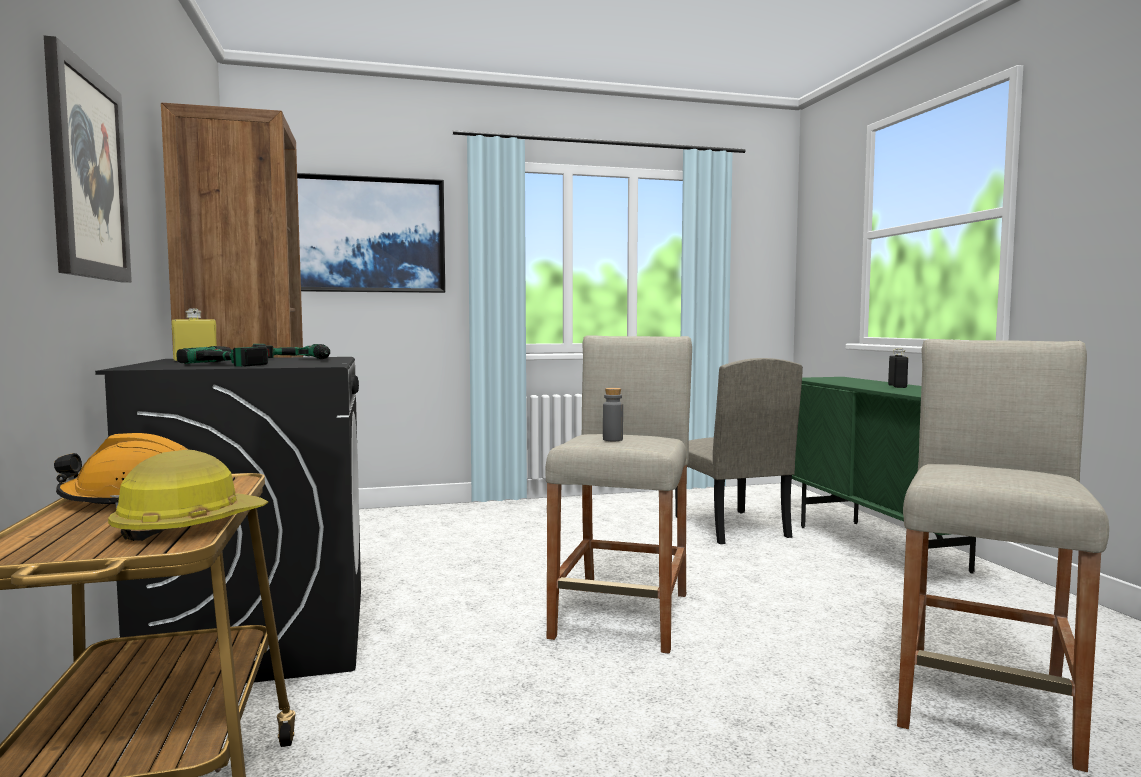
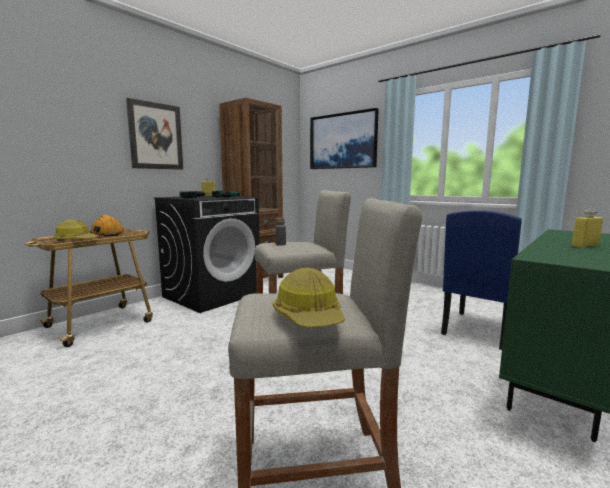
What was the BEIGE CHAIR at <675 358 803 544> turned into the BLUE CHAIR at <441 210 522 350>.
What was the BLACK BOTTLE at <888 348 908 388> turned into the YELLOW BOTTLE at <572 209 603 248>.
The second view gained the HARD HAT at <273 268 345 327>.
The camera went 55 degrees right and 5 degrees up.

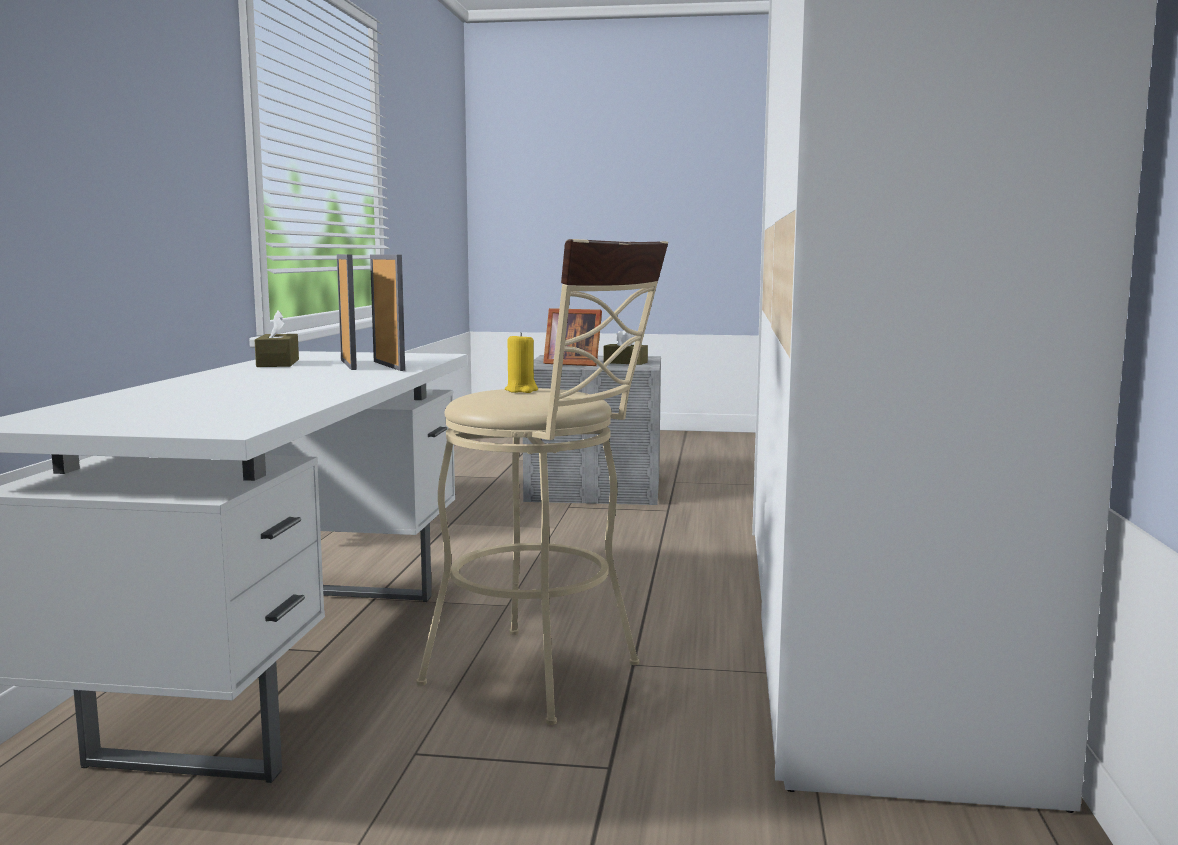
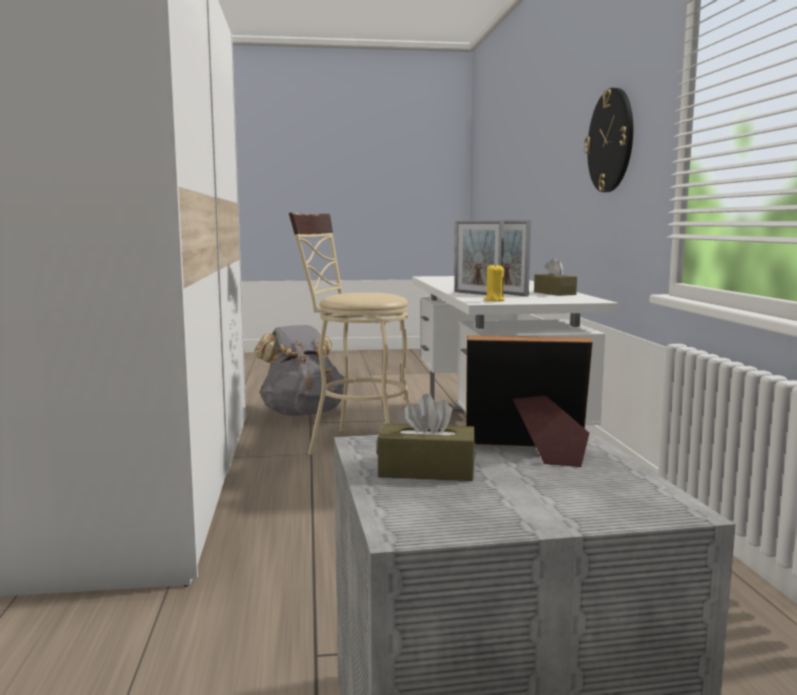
The YELLOW CANDLE ended up elsewhere, having gone from <505 332 538 393> to <484 263 505 302>.
The second view gained the GREY BACKPACK at <254 325 345 416>.
The second view gained the WALL CLOCK at <584 88 633 192>.
The camera went 165 degrees right and 0 degrees up.

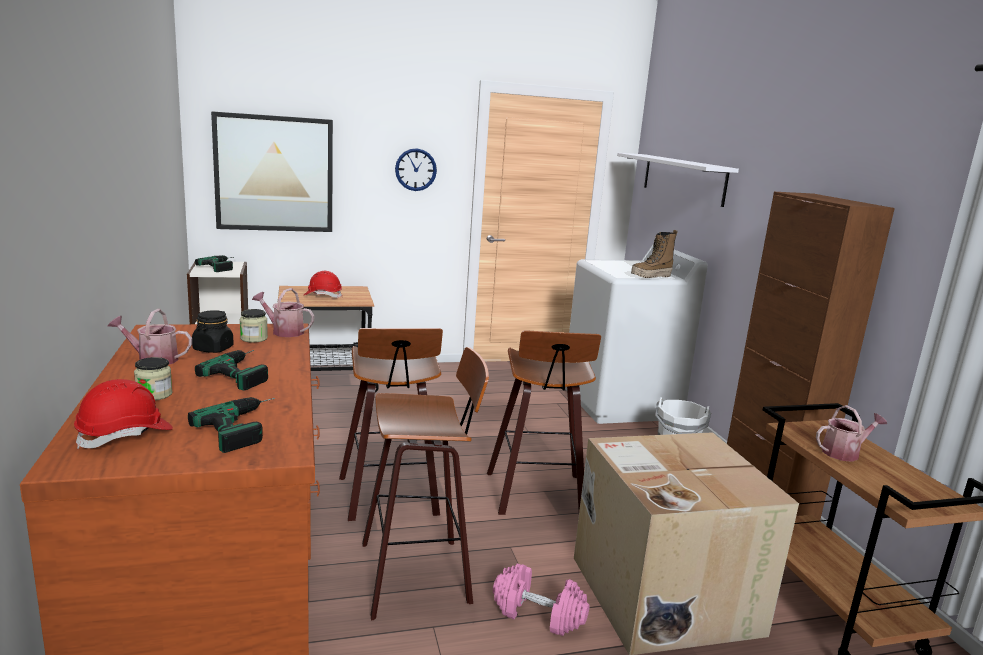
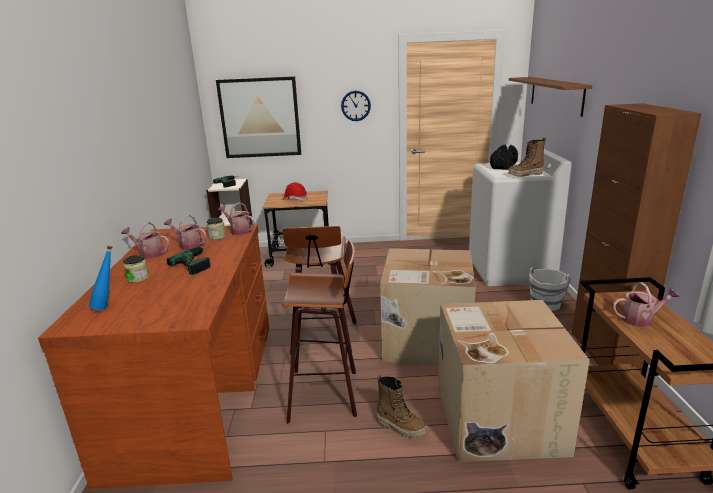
Where the RED HARD HAT stood at <74 379 173 449>, the BLUE BOTTLE came to stand at <89 246 112 310>.
The second view lost the POWER DRILL at <188 397 275 453>.
Where the BLACK JAR stood at <192 310 234 353>, the WATERING CAN came to stand at <164 215 206 250>.
Where the STOOL stood at <487 330 601 515>, the CARDBOARD BOX came to stand at <380 248 476 365>.
Where the PINK DUMBBELL stood at <493 564 590 636>, the BOOT came to stand at <376 374 427 439>.
What was the WHITE SHELF at <617 153 739 207> turned into the BROWN SHELF at <509 77 592 117>.
The second view gained the BLACK DUMBBELL at <490 145 518 170>.
The camera went 15 degrees right and 5 degrees up.

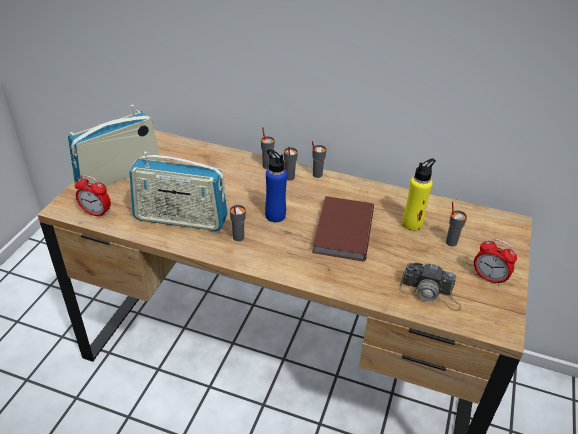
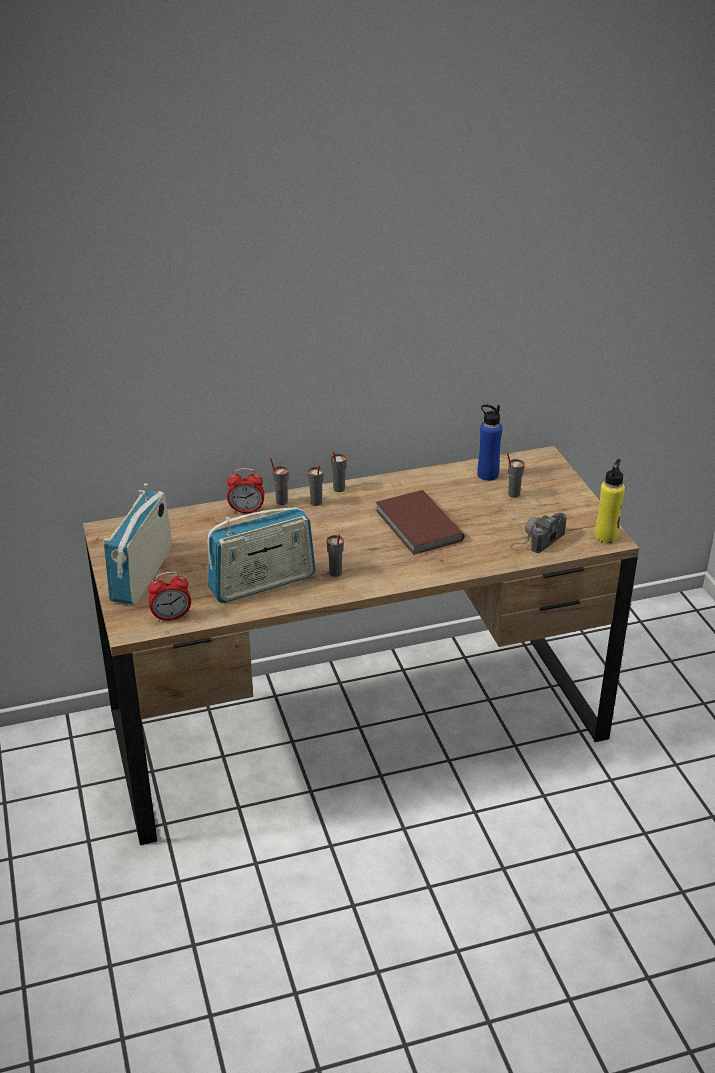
The BLUE BOTTLE ended up elsewhere, having gone from <265 149 287 222> to <477 405 502 481>.
The PHOTO CAMERA at <399 263 461 311> ended up facing another way, 150 degrees clockwise from before.
The YELLOW BOTTLE ended up elsewhere, having gone from <402 158 436 231> to <595 459 625 543>.
The ALARM CLOCK ended up elsewhere, having gone from <474 239 517 286> to <227 468 264 513>.
The camera went 35 degrees left and 5 degrees down.

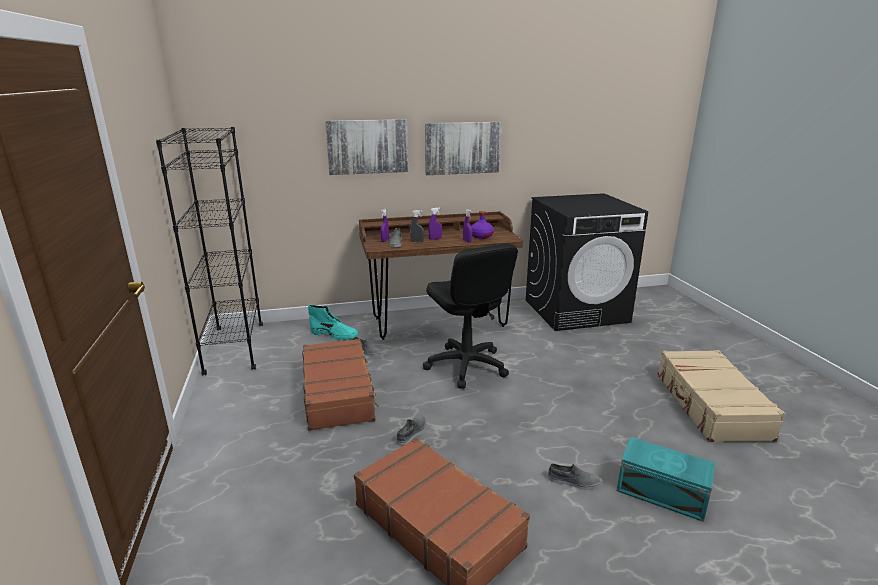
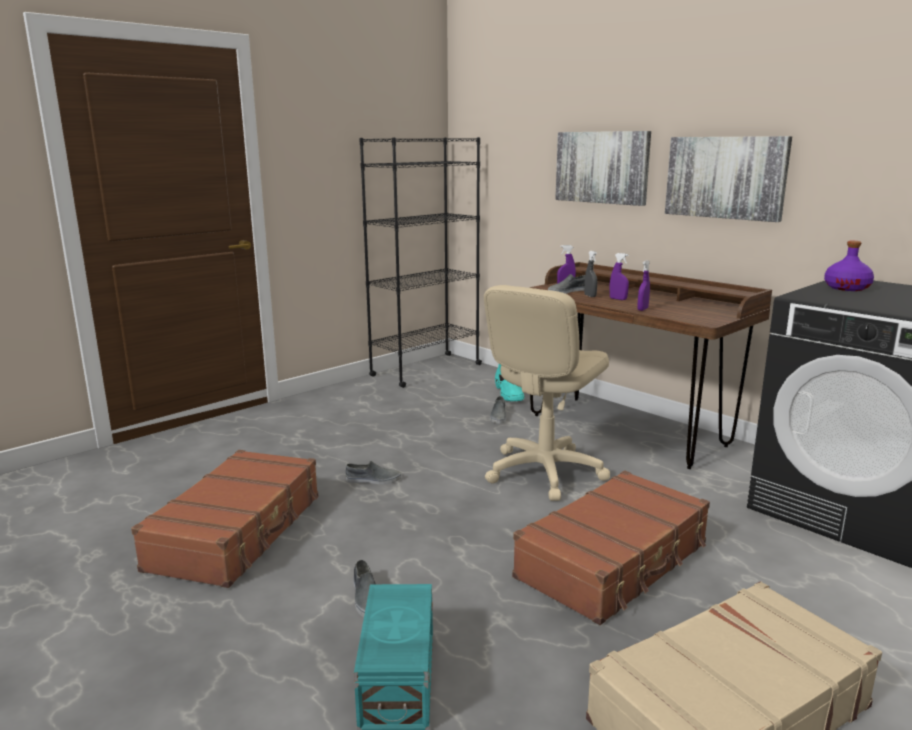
The BROWN SUITCASE ended up elsewhere, having gone from <302 339 379 431> to <512 471 710 625>.
What was the BLACK OFFICE CHAIR at <423 243 518 389> turned into the BEIGE OFFICE CHAIR at <484 285 610 501>.
The PURPLE BOTTLE ended up elsewhere, having gone from <471 211 494 239> to <824 241 874 291>.
The camera went 60 degrees right and 5 degrees down.

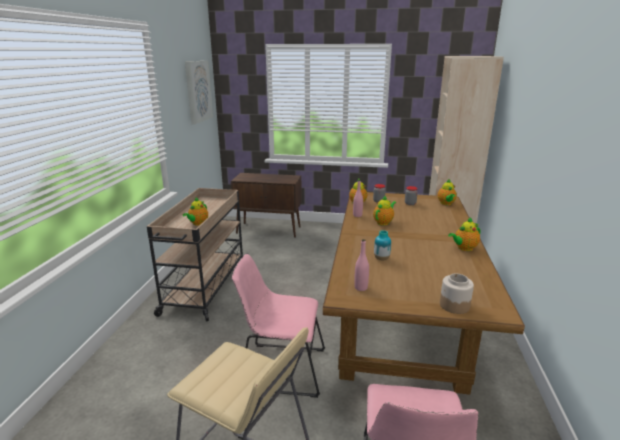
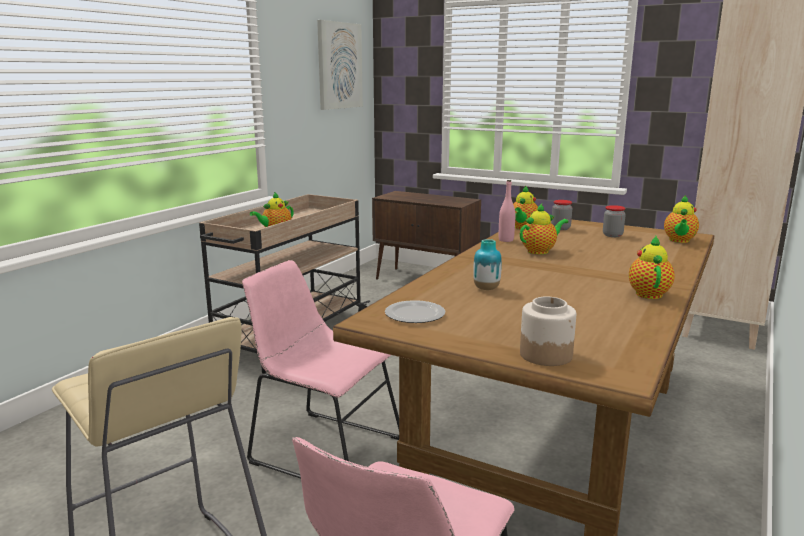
Where the PINK BOTTLE stood at <354 239 369 291>, the PLATE came to stand at <385 300 445 323>.
The TEAPOT at <448 218 481 251> ended up facing another way, 105 degrees clockwise from before.
The camera went 20 degrees right and 5 degrees down.

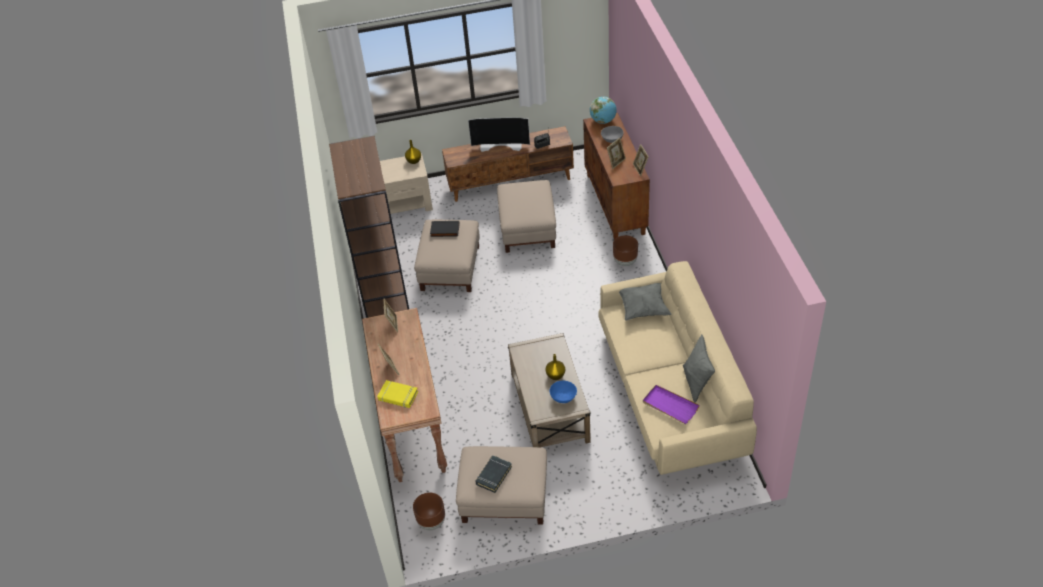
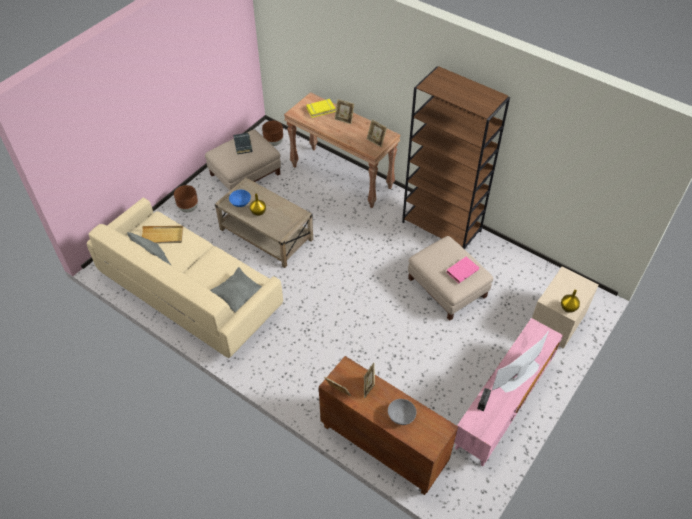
What was the BLACK BOOK at <430 221 460 237> turned into the PINK BOOK at <446 256 479 283>.
What was the BROWN TV STAND at <442 126 574 202> turned into the PINK TV STAND at <454 318 563 466>.
The second view lost the BEIGE OTTOMAN at <497 180 556 253>.
The second view lost the GLOBE at <590 97 617 124>.
The BROWN PLANTER ended up elsewhere, having gone from <613 235 638 266> to <174 185 198 212>.
What was the PURPLE TRAY at <643 385 700 424> turned into the BEIGE TRAY at <142 226 183 243>.
The camera went 135 degrees right and 5 degrees up.

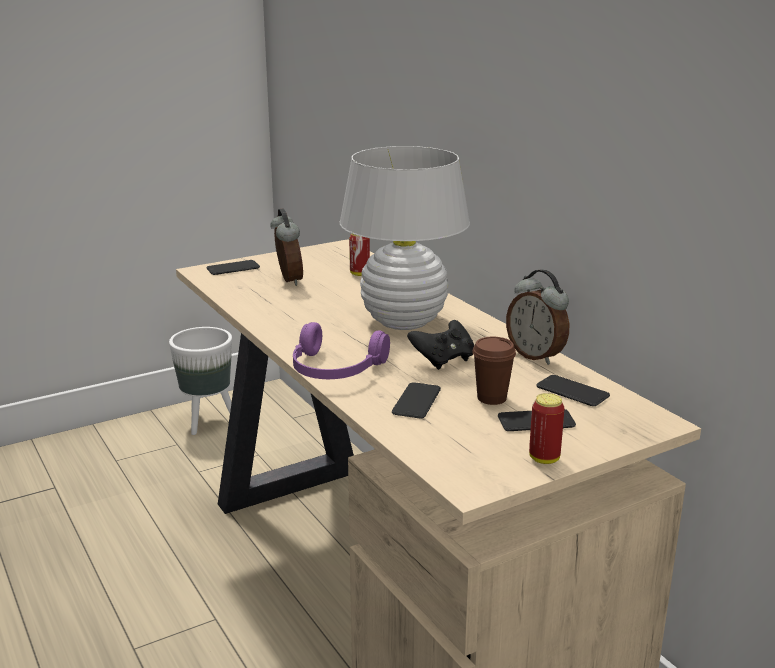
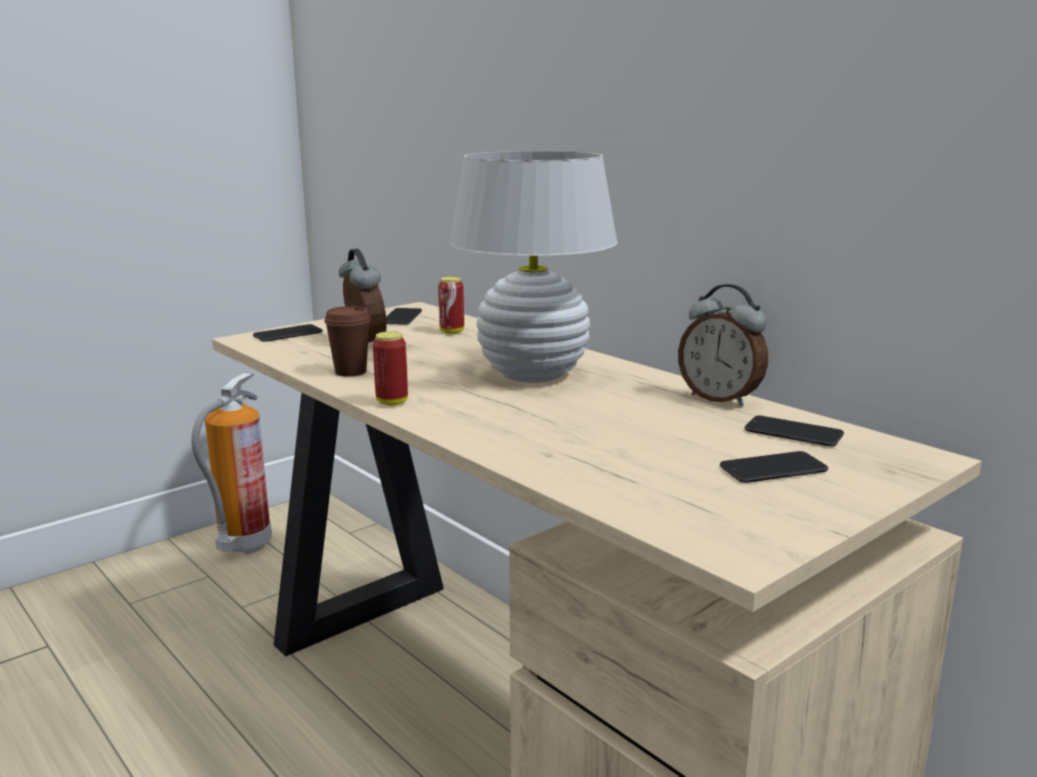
Where the WHITE PLANTER stood at <169 327 232 435>, the FIRE EXTINGUISHER came to stand at <191 372 272 554>.
The second view lost the PURPLE HEADPHONES at <293 322 390 379>.
The PHONE ended up elsewhere, having gone from <392 382 441 418> to <386 308 422 325>.
The second view lost the BLACK GAME CONTROLLER at <407 320 474 370>.
The BROWN CUP ended up elsewhere, having gone from <472 337 516 405> to <324 306 371 377>.
The CAN ended up elsewhere, having gone from <529 393 565 464> to <373 331 408 405>.
The camera went 10 degrees left and 5 degrees down.

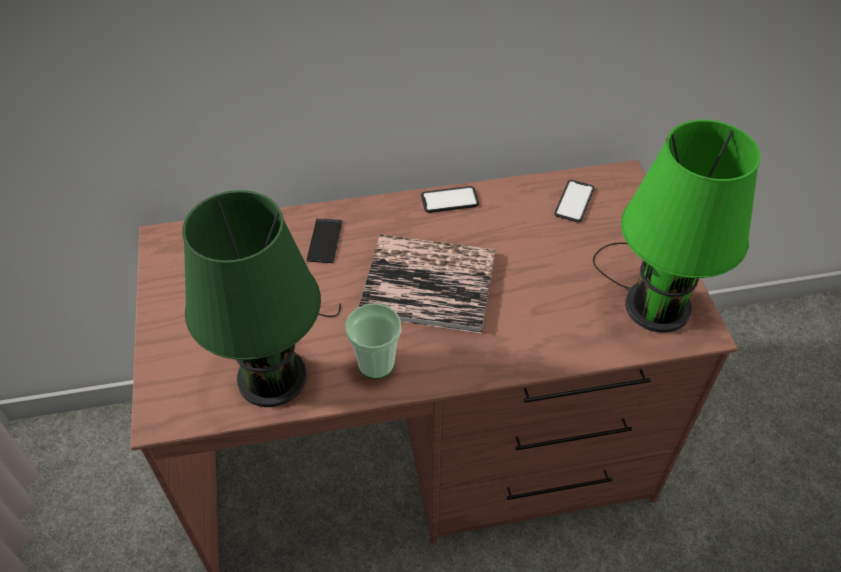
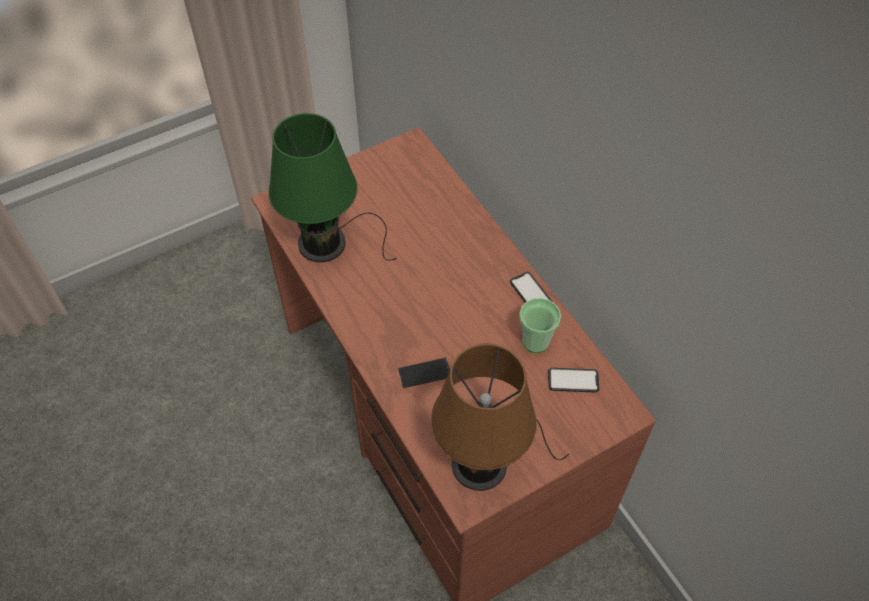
The PHONE ended up elsewhere, having gone from <306 218 343 263> to <398 358 450 388>.
The CUP ended up elsewhere, having gone from <345 303 401 379> to <519 298 561 353>.
The second view lost the BOOK at <359 234 495 334>.
What was the GREEN TABLE LAMP at <593 120 761 333> turned into the BROWN TABLE LAMP at <431 343 569 491>.
The camera went 70 degrees right and 5 degrees up.

